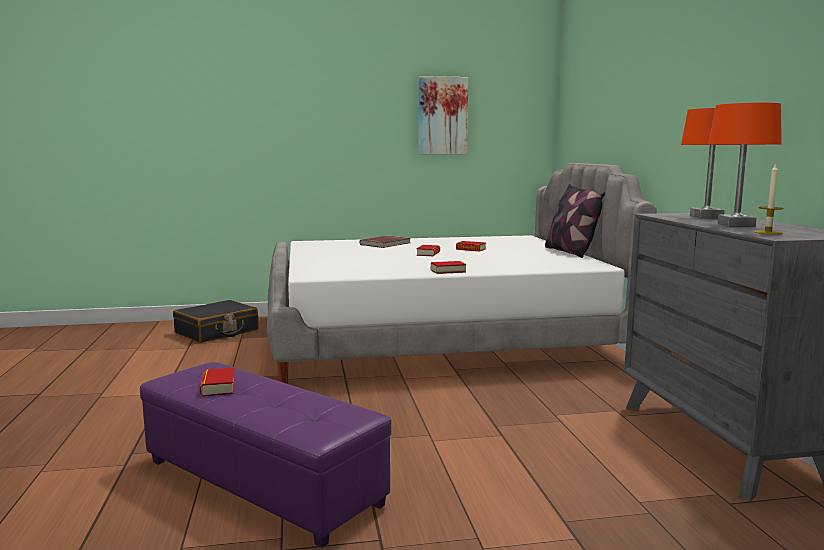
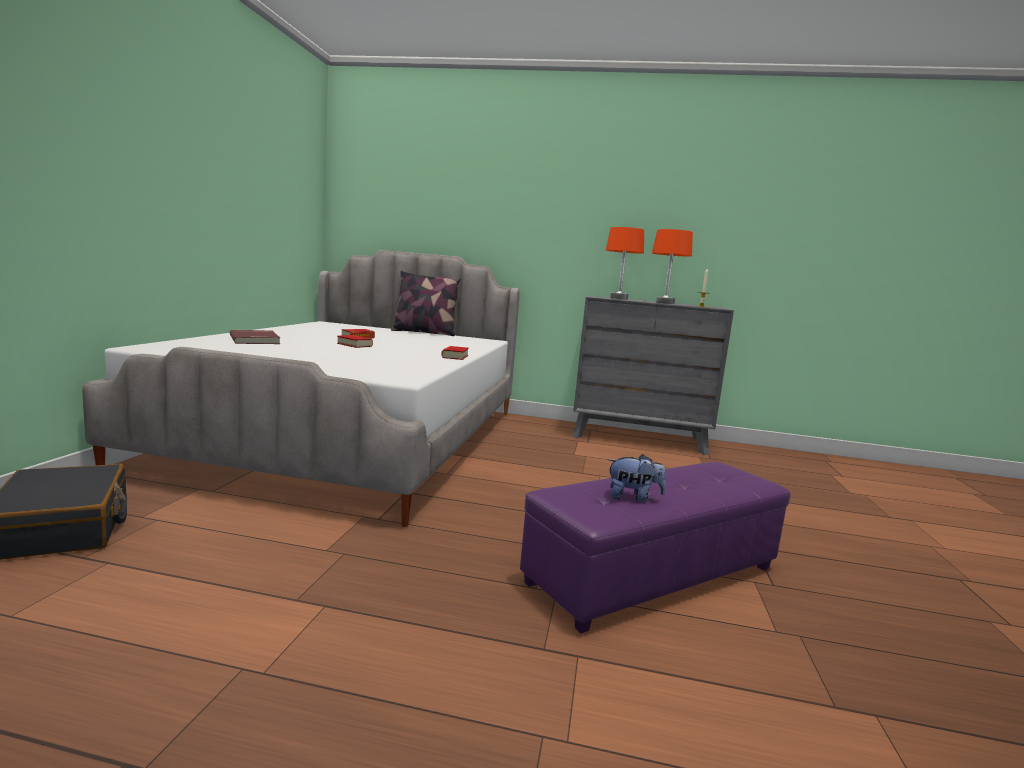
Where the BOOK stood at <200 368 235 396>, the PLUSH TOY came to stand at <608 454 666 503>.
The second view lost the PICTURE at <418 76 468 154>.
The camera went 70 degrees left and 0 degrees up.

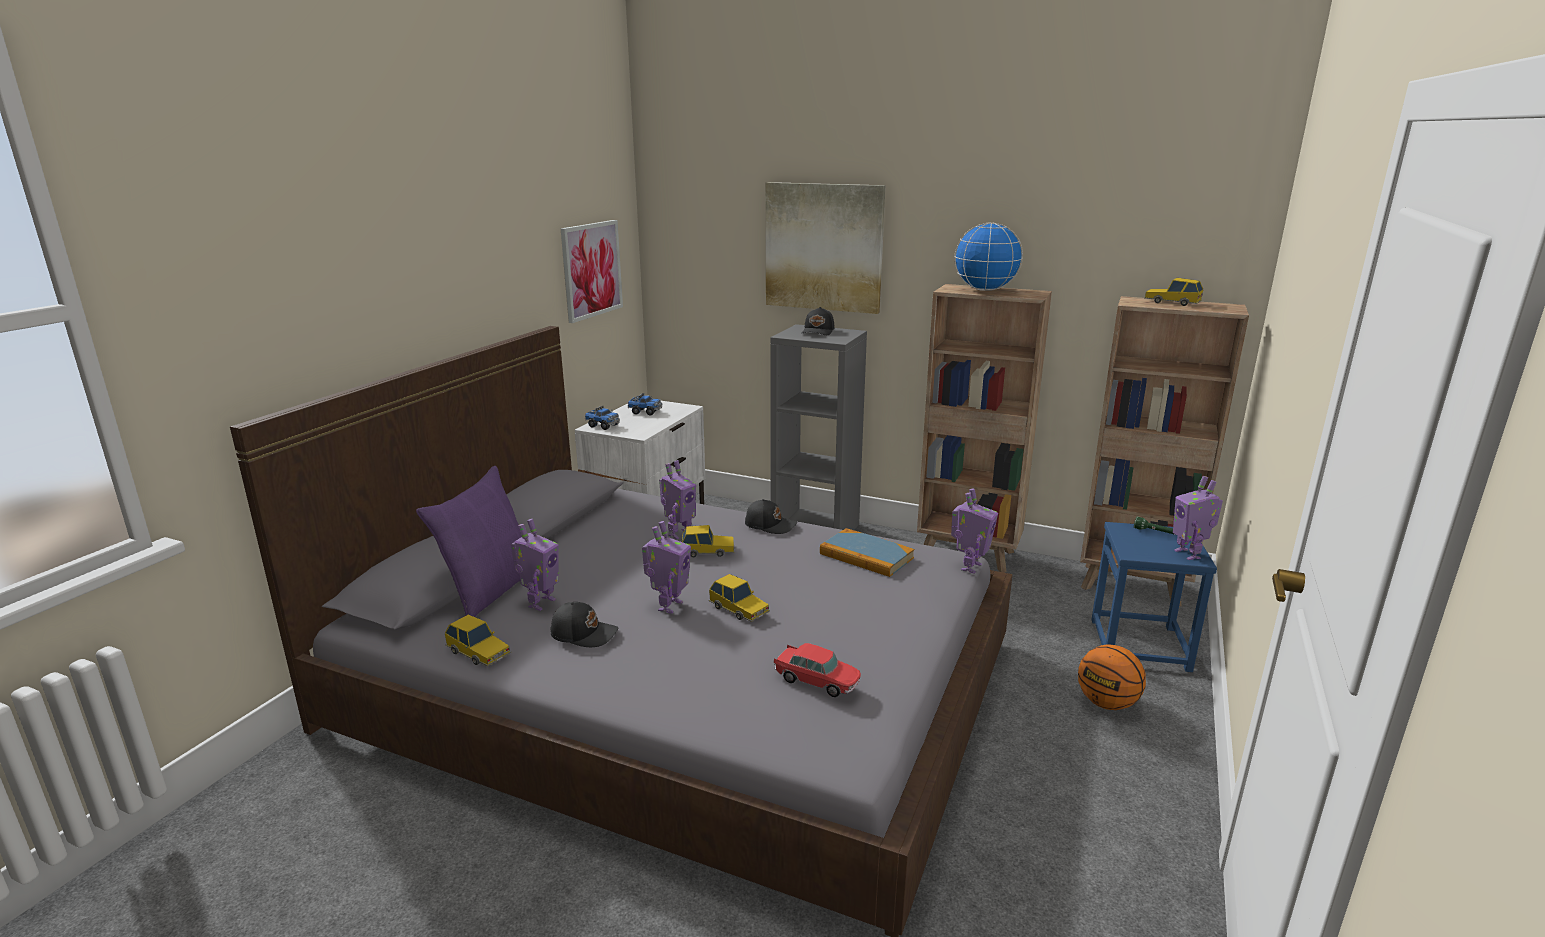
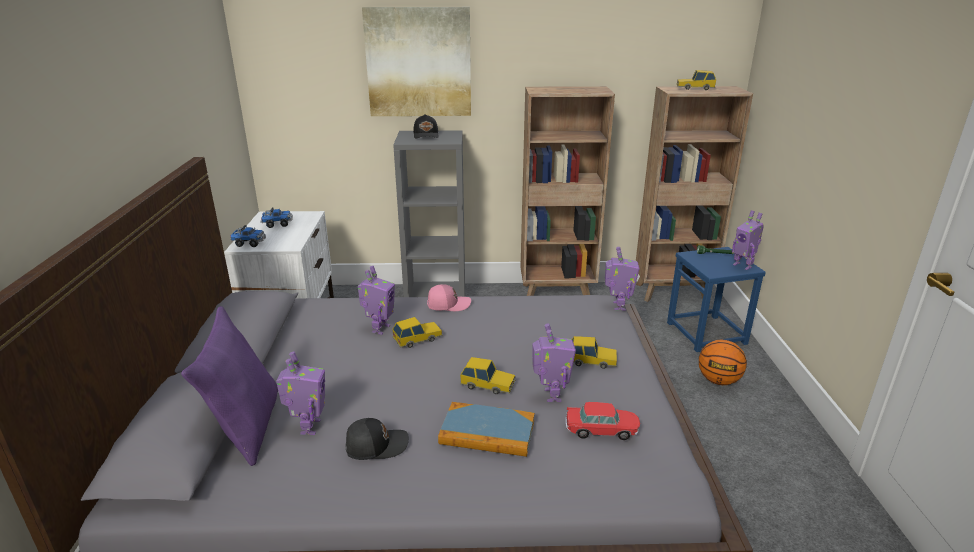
The TOY CAR ended up elsewhere, having gone from <445 615 511 666> to <572 336 617 369>.
The second view lost the PICTURE at <561 220 623 323>.
The TOY ROBOT ended up elsewhere, having gone from <642 521 691 614> to <532 324 576 402>.
What was the BLACK CAP at <745 499 797 534> turned into the PINK CAP at <427 284 471 311>.
The BOOK ended up elsewhere, having gone from <820 528 914 577> to <438 402 535 457>.
The second view lost the GLOBE at <954 223 1023 291>.
The camera went 25 degrees left and 5 degrees up.

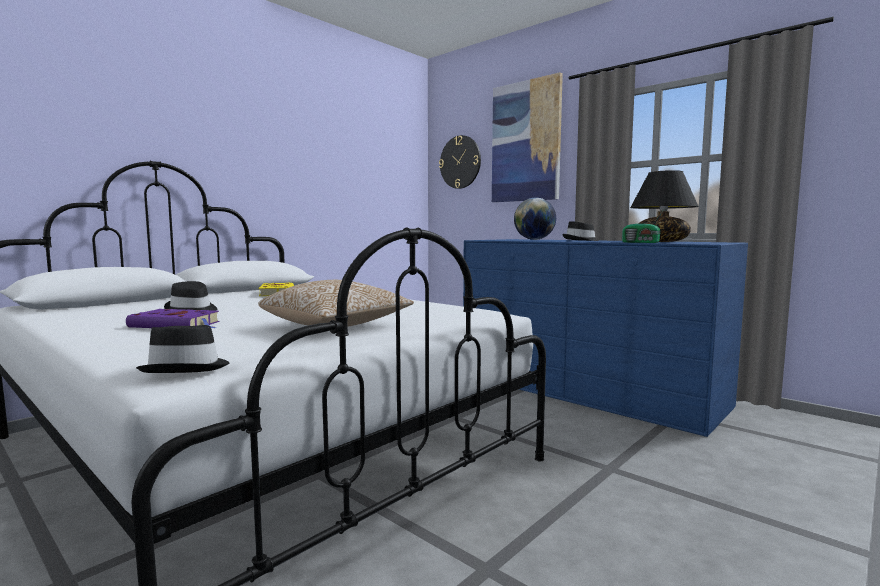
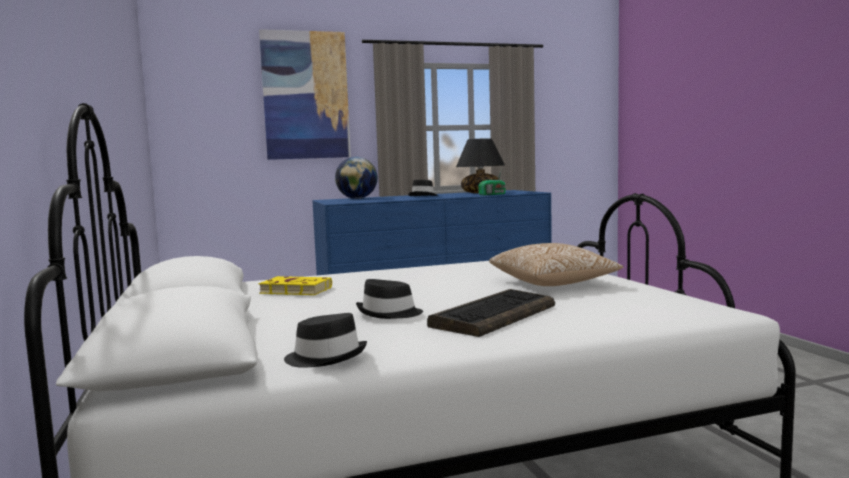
Where the PURPLE BOOK stood at <126 309 219 328>, the KEYBOARD came to stand at <427 289 555 337>.
The BLACK HAT ended up elsewhere, having gone from <136 325 230 373> to <284 313 367 368>.
The second view lost the WALL CLOCK at <439 135 481 189>.
The camera went 60 degrees left and 0 degrees up.

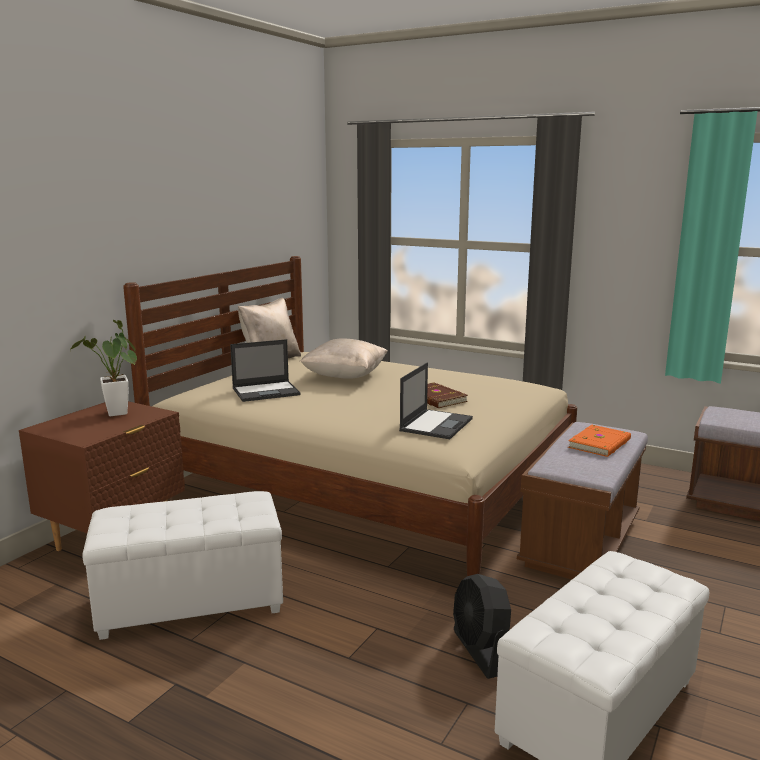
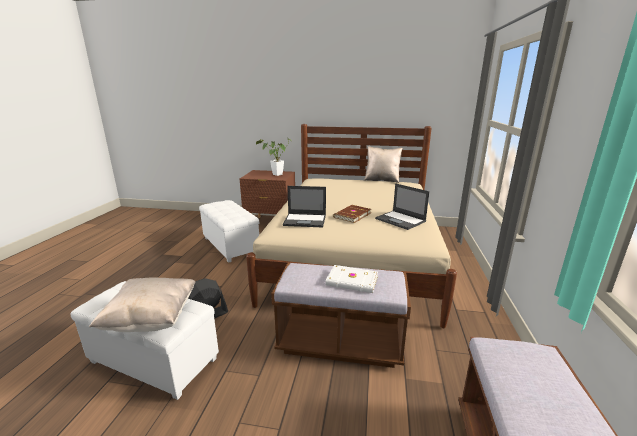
The LAPTOP ended up elsewhere, having gone from <230 339 301 402> to <375 183 429 230>.
The BEIGE PILLOW ended up elsewhere, having gone from <300 338 388 379> to <89 278 195 332>.
What was the ORANGE BOOK at <568 425 631 457> turned into the WHITE BOOK at <325 265 378 293>.
The camera went 70 degrees right and 5 degrees up.

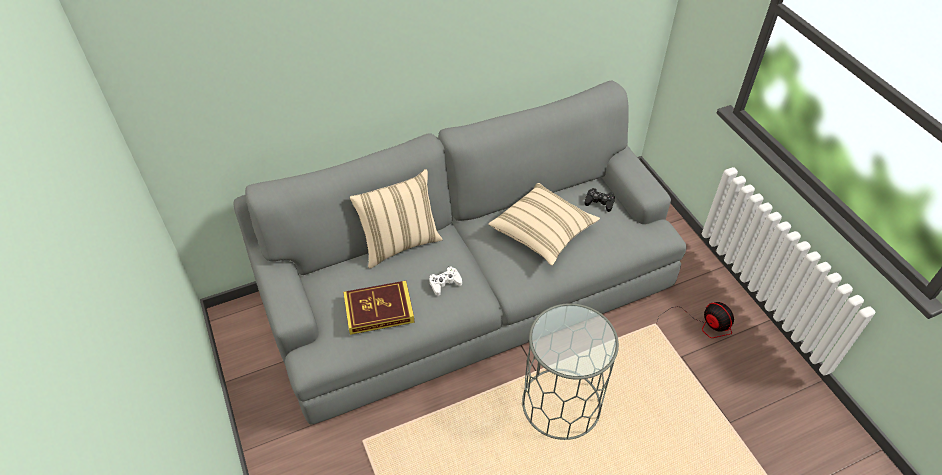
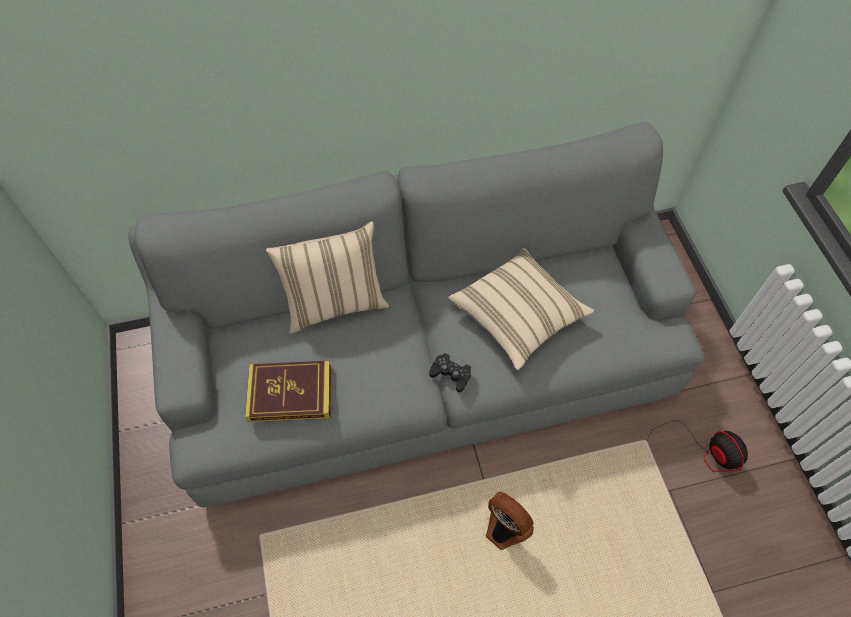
The second view lost the WHITE GAME CONTROLLER at <429 266 462 296>.
Where the GREY SIDE TABLE stood at <522 303 619 440>, the FAN came to stand at <486 491 534 550>.
The BLACK GAME CONTROLLER ended up elsewhere, having gone from <585 188 615 212> to <429 353 471 392>.
The camera went 10 degrees right and 10 degrees up.

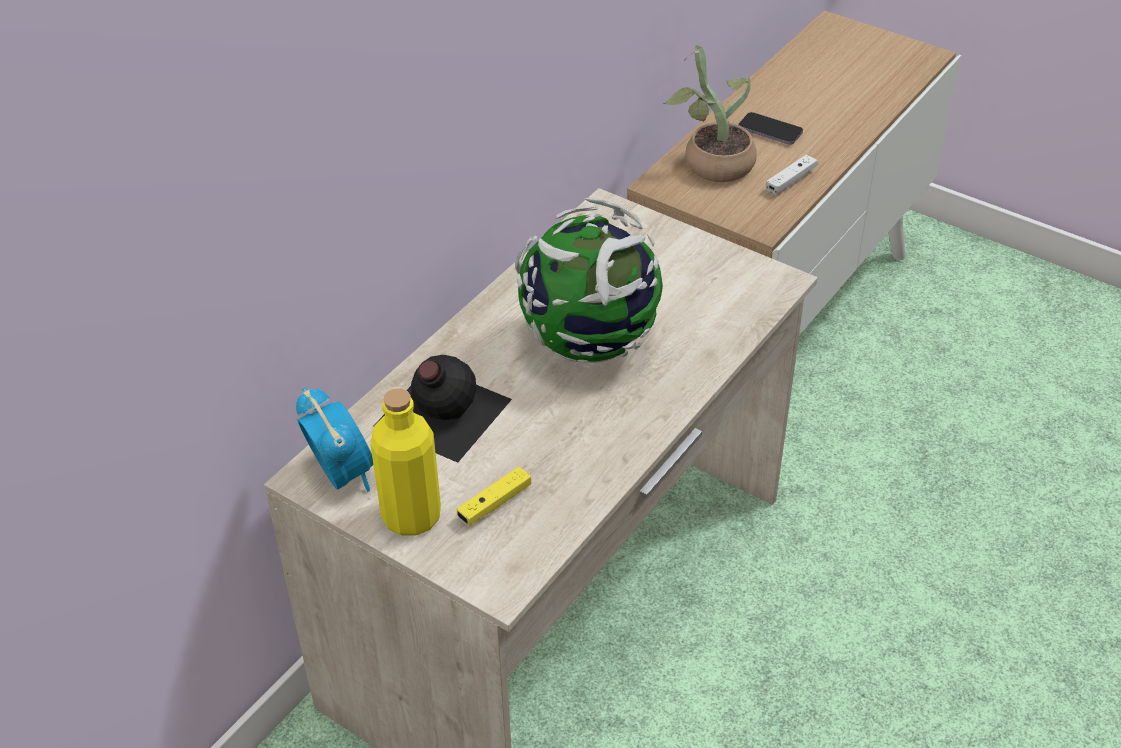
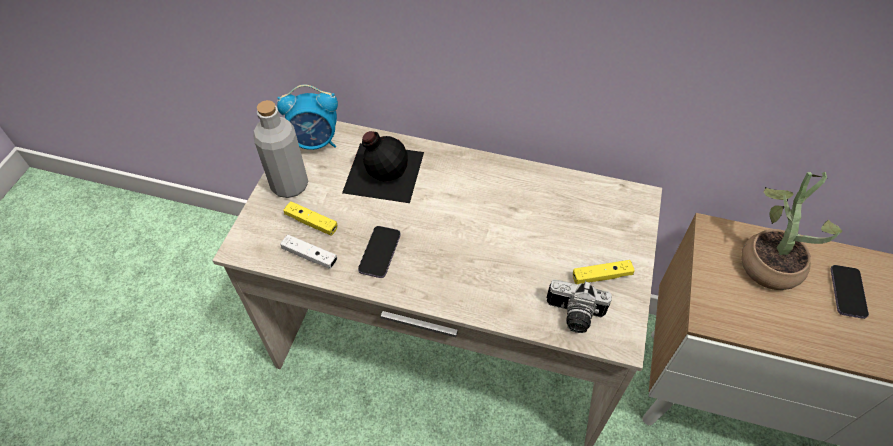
The ALARM CLOCK at <296 387 373 492> ended up facing another way, 45 degrees clockwise from before.
What was the YELLOW BOTTLE at <370 389 441 536> turned into the GREY BOTTLE at <253 100 308 198>.
The second view lost the GLOBE at <515 198 663 363>.
The WHITE GAME CONTROLLER ended up elsewhere, having gone from <766 154 817 195> to <280 235 337 269>.
The second view gained the PHONE at <358 226 401 278>.
The second view gained the PHOTO CAMERA at <547 279 612 333>.
The second view gained the YELLOW GAME CONTROLLER at <573 260 635 284>.
The camera went 70 degrees right and 10 degrees up.

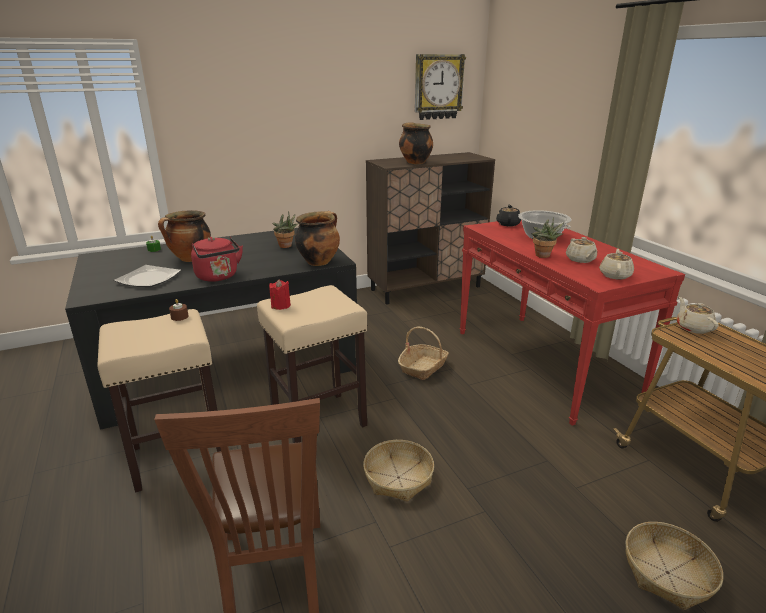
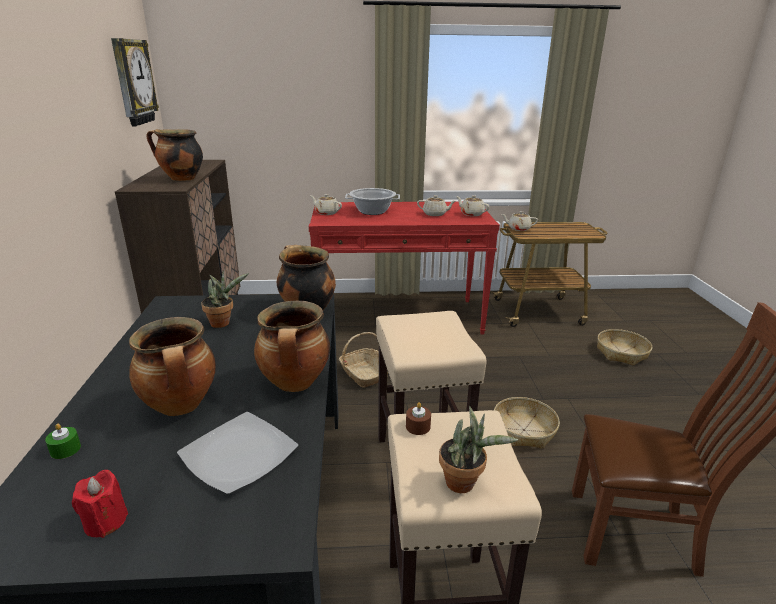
Where the RED KETTLE stood at <191 237 243 282>, the COOKING POT came to stand at <254 301 330 392>.
The RED CANDLE ended up elsewhere, having gone from <269 279 291 310> to <72 470 128 538>.
What was the BLACK TEAPOT at <496 204 521 226> turned into the BEIGE TEAPOT at <311 194 342 215>.
The POTTED PLANT ended up elsewhere, having gone from <532 217 564 258> to <439 406 518 493>.
The camera went 70 degrees left and 0 degrees up.

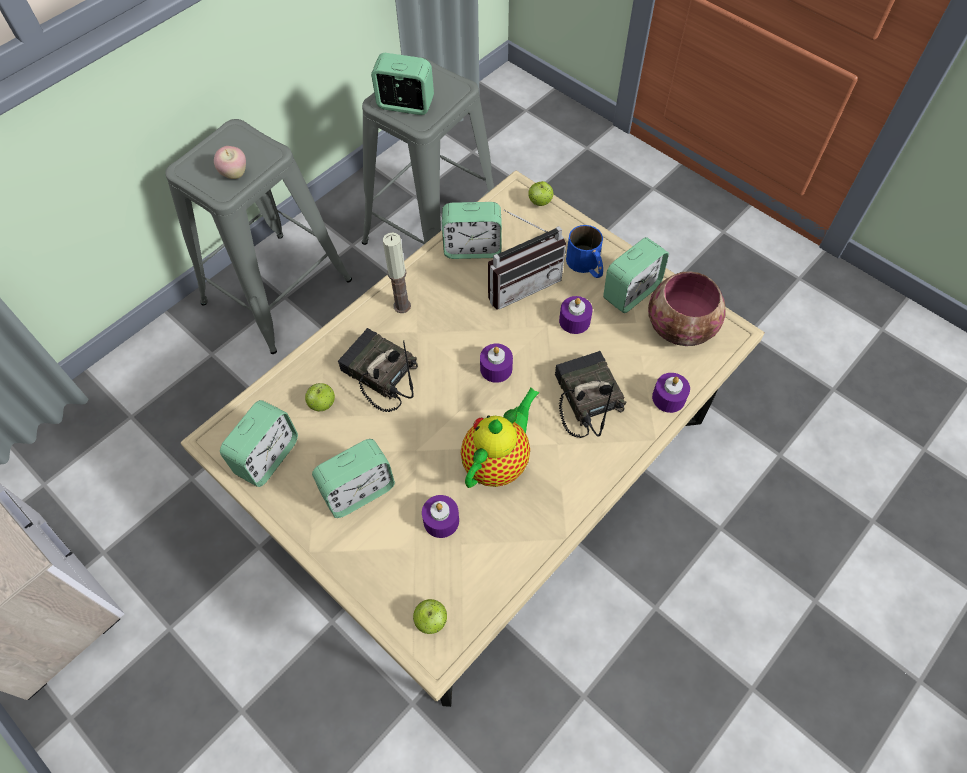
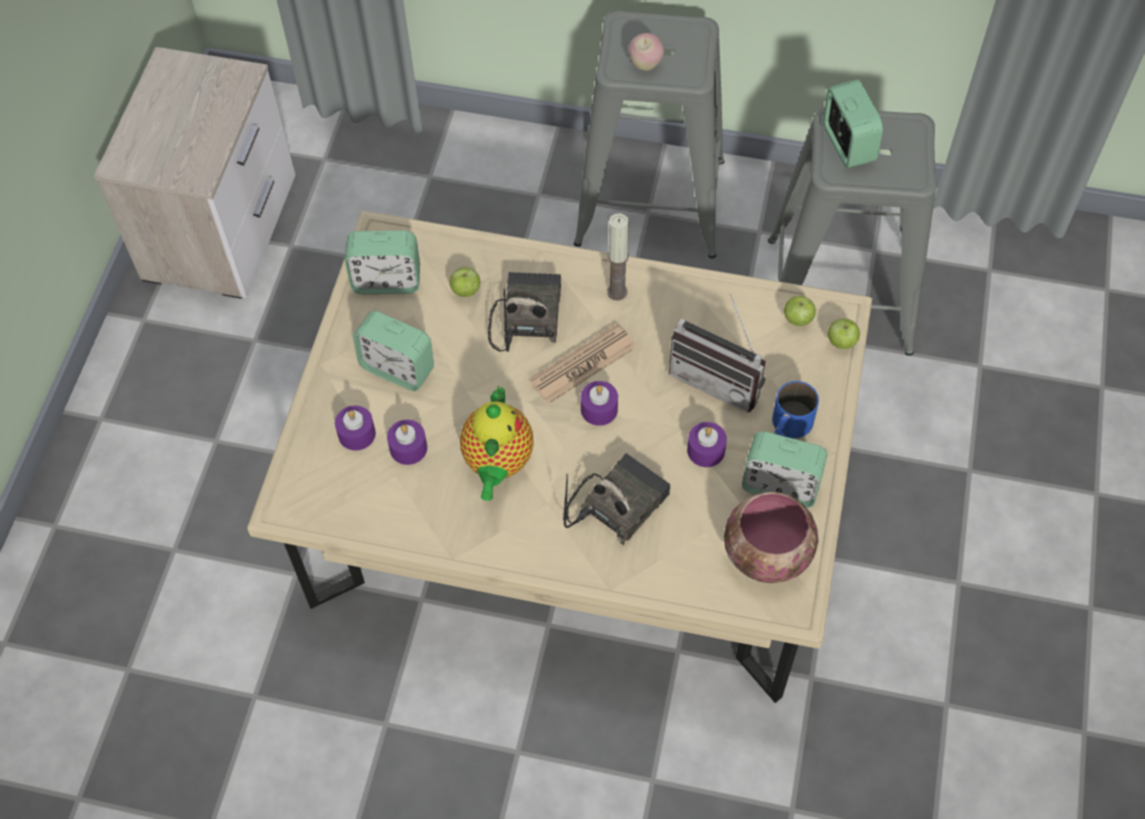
The APPLE ended up elsewhere, having gone from <413 599 447 634> to <784 296 816 326>.
The second view lost the ALARM CLOCK at <442 202 502 259>.
The TEAPOT at <461 387 540 488> ended up facing another way, 90 degrees clockwise from before.
The PURPLE CANDLE ended up elsewhere, having gone from <652 373 690 413> to <335 405 376 450>.
The second view gained the NEWSPAPER at <529 323 636 404>.
The camera went 60 degrees right and 0 degrees up.

